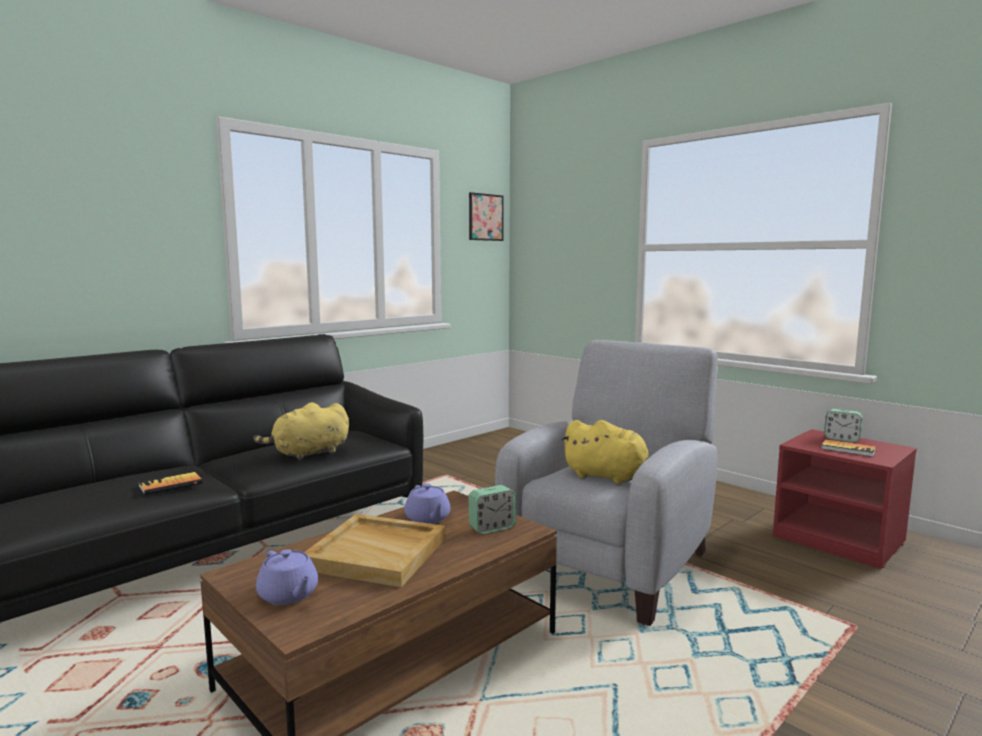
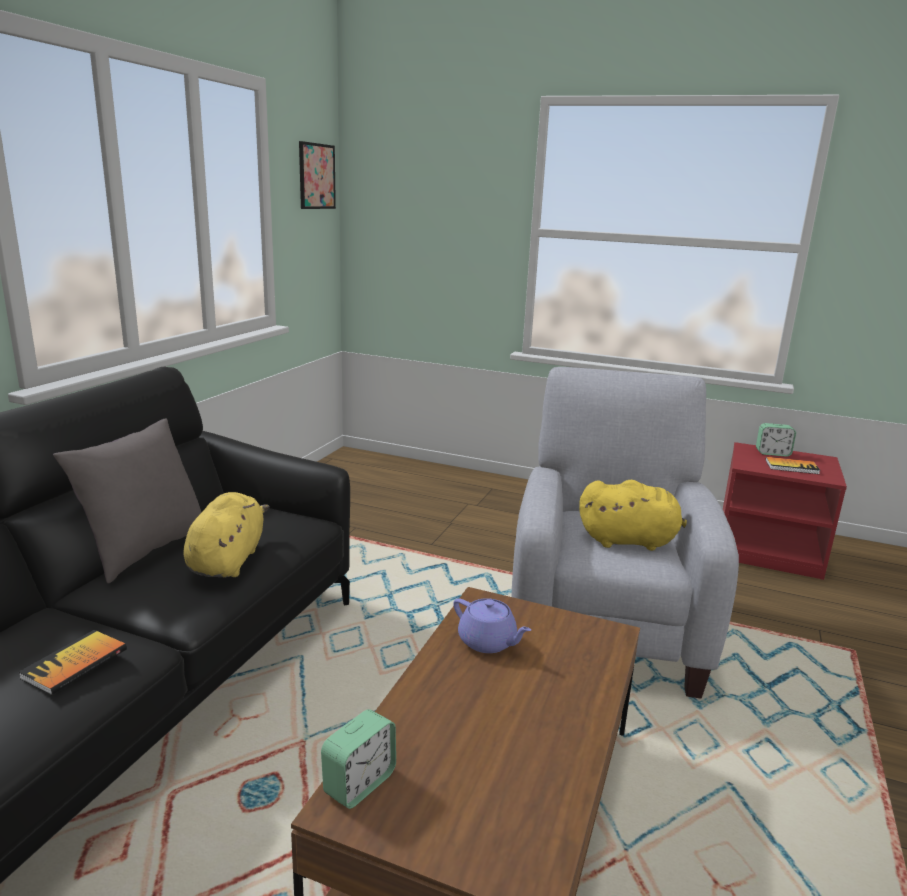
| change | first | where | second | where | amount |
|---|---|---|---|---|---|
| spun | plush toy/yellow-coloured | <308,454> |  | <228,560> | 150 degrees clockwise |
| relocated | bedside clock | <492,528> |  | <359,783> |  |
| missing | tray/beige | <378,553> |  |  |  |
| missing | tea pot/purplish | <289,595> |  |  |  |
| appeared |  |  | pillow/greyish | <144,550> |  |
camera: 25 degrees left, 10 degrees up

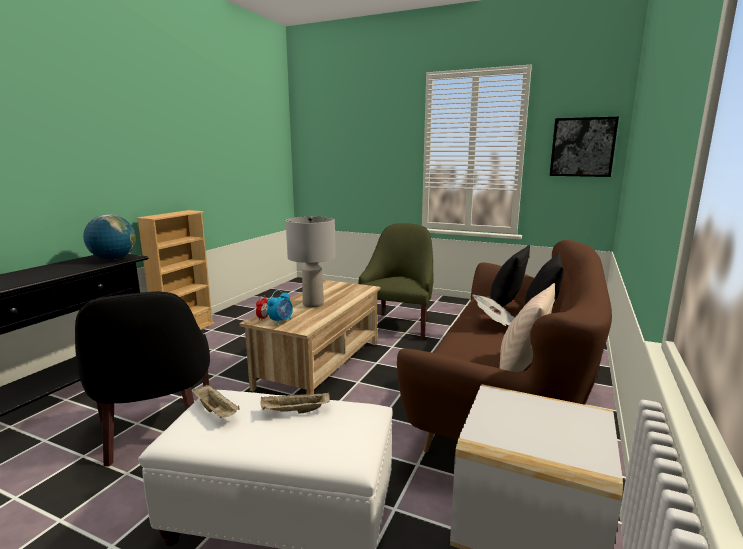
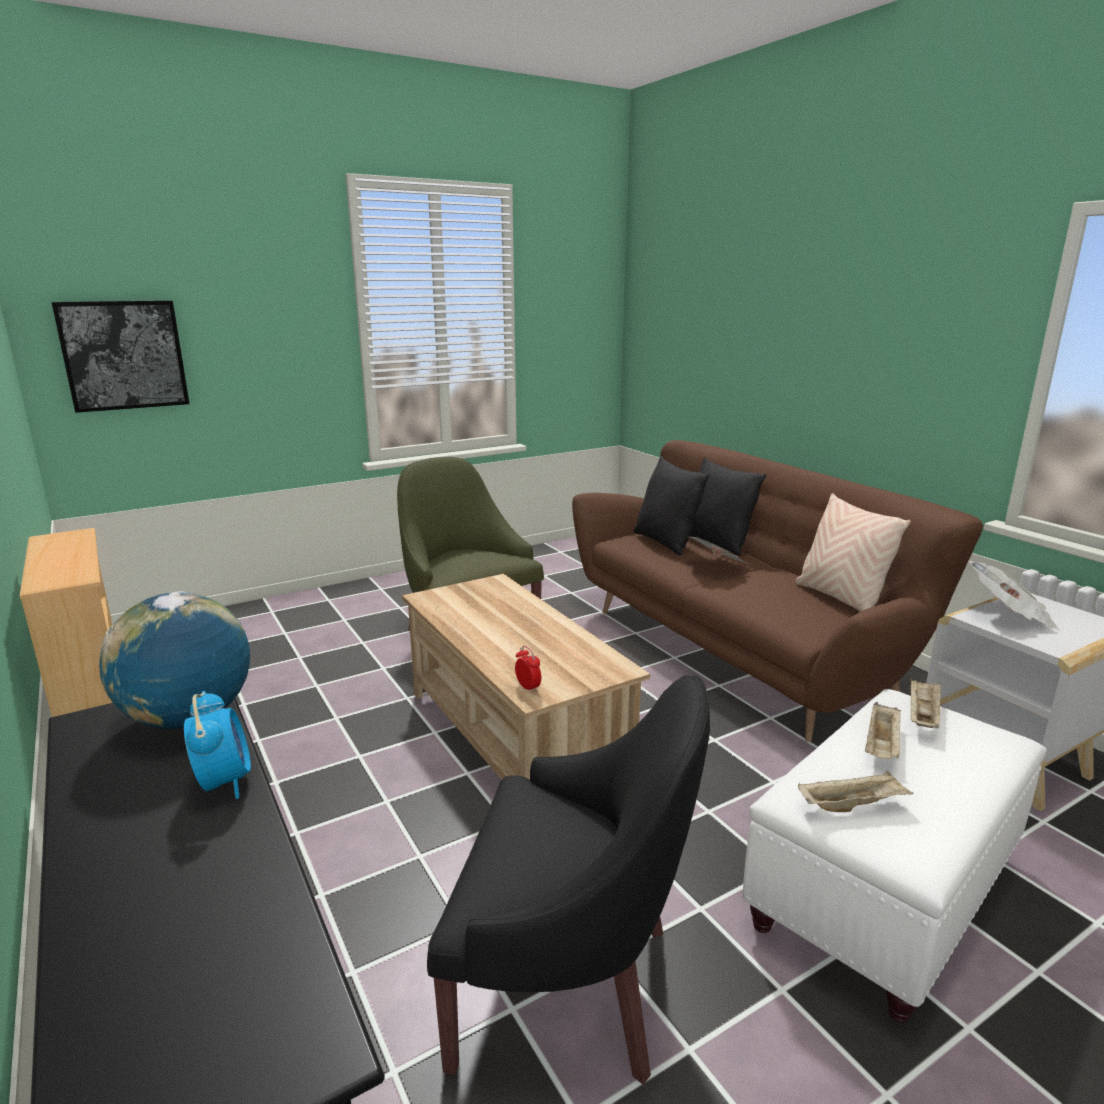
| change | first | where | second | where | amount |
|---|---|---|---|---|---|
| relocated | wall art | <582,147> |  | <124,355> |  |
| missing | lamp for a table/greyish | <313,304> |  |  |  |
| relocated | bedside clock | <281,321> |  | <224,782> |  |
| appeared |  |  | printed paper | <1009,616> |  |
| appeared |  |  | tray/beige | <922,716> |  |
camera: 55 degrees left, 5 degrees up

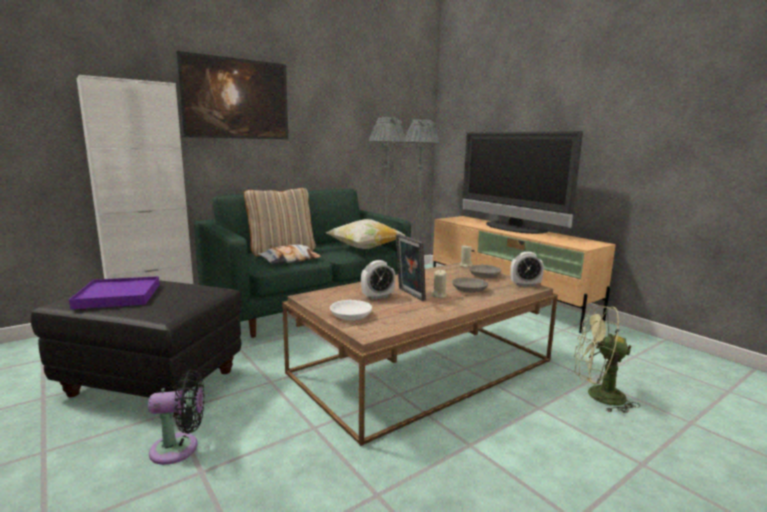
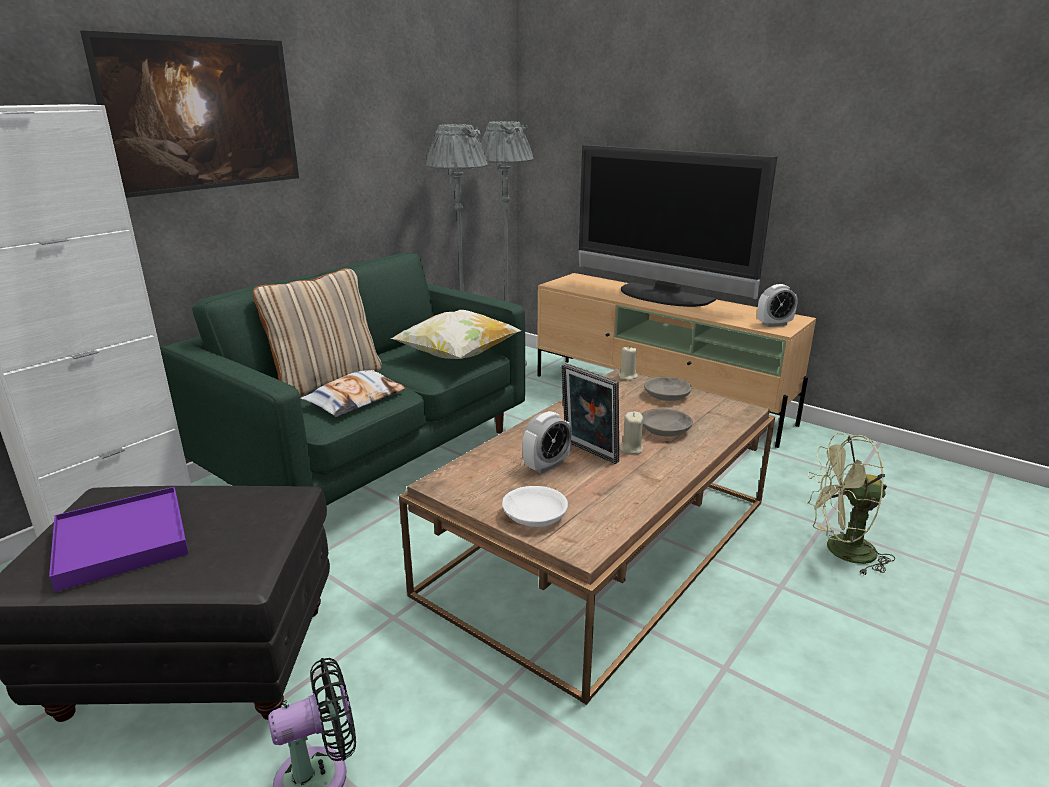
| change | first | where | second | where | amount |
|---|---|---|---|---|---|
| relocated | bedside clock | <525,285> |  | <774,324> |  |
camera: 15 degrees left, 10 degrees up

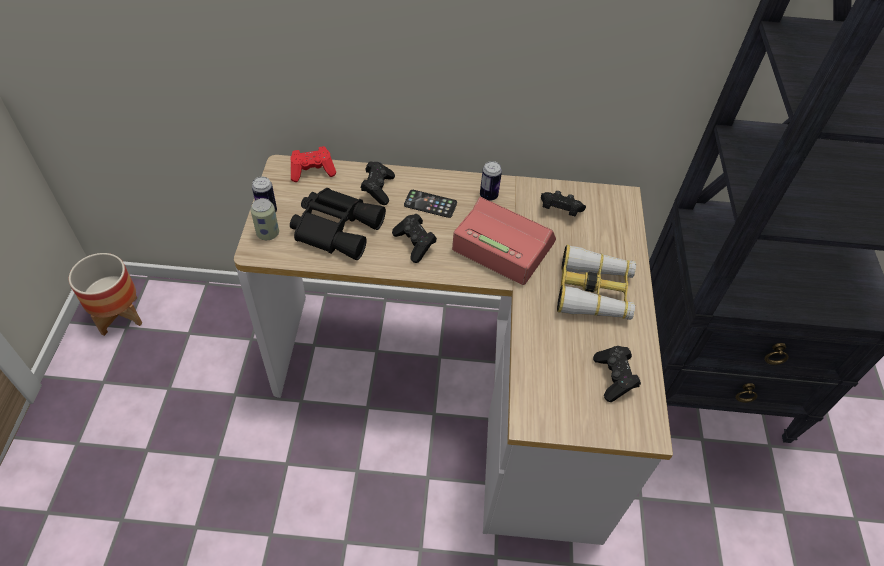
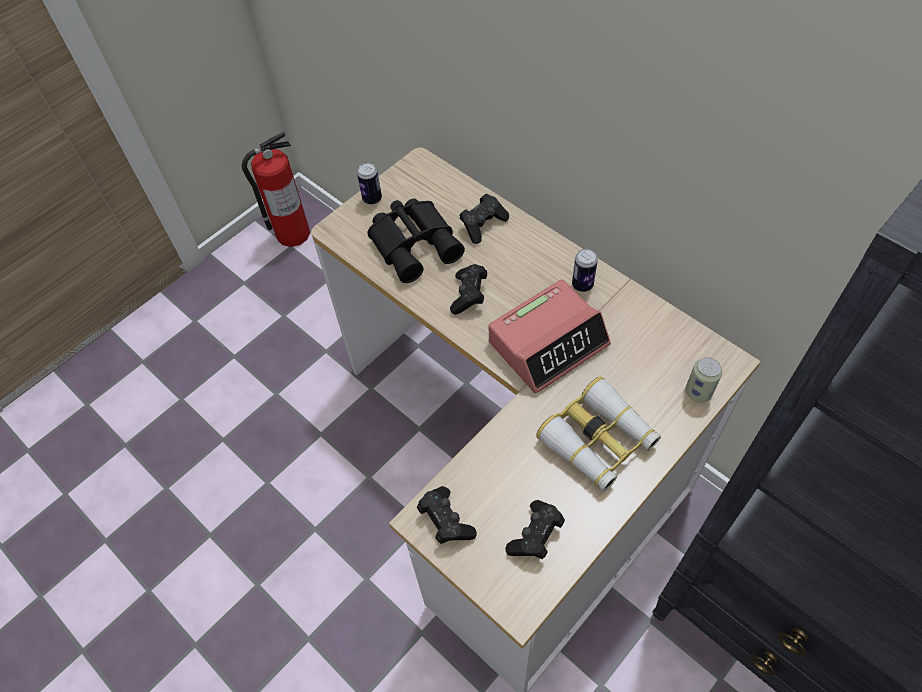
| change | first | where | second | where | amount |
|---|---|---|---|---|---|
| missing | game controller/red-coloured | <312,171> |  |  |  |
| missing | phone | <430,204> |  |  |  |
| relocated | game controller/black | <559,210> |  | <445,521> |  |
| spun | bedside clock | <502,246> |  | <548,343> | 75 degrees clockwise |
| relocated | sealed can | <268,234> |  | <698,392> |  |
| exchanged | flower pot | <119,315> | fire extinguisher | <292,234> |  |
camera: 45 degrees right, 5 degrees up

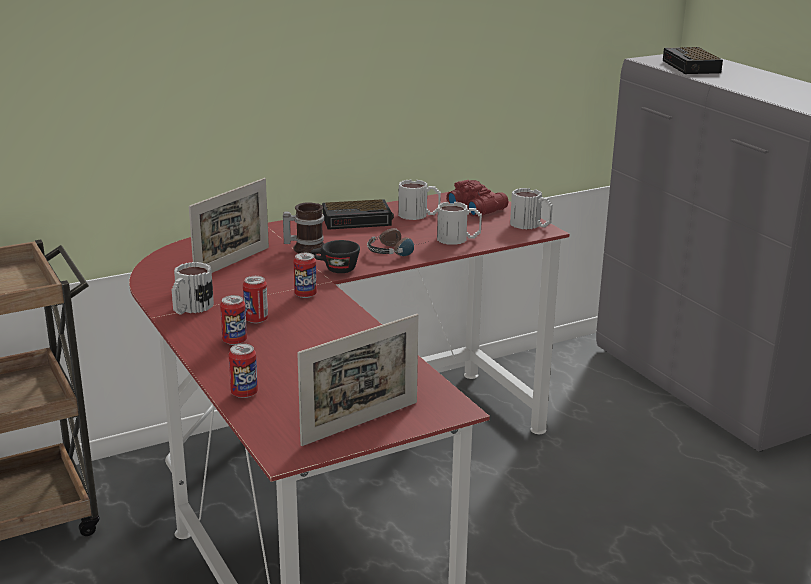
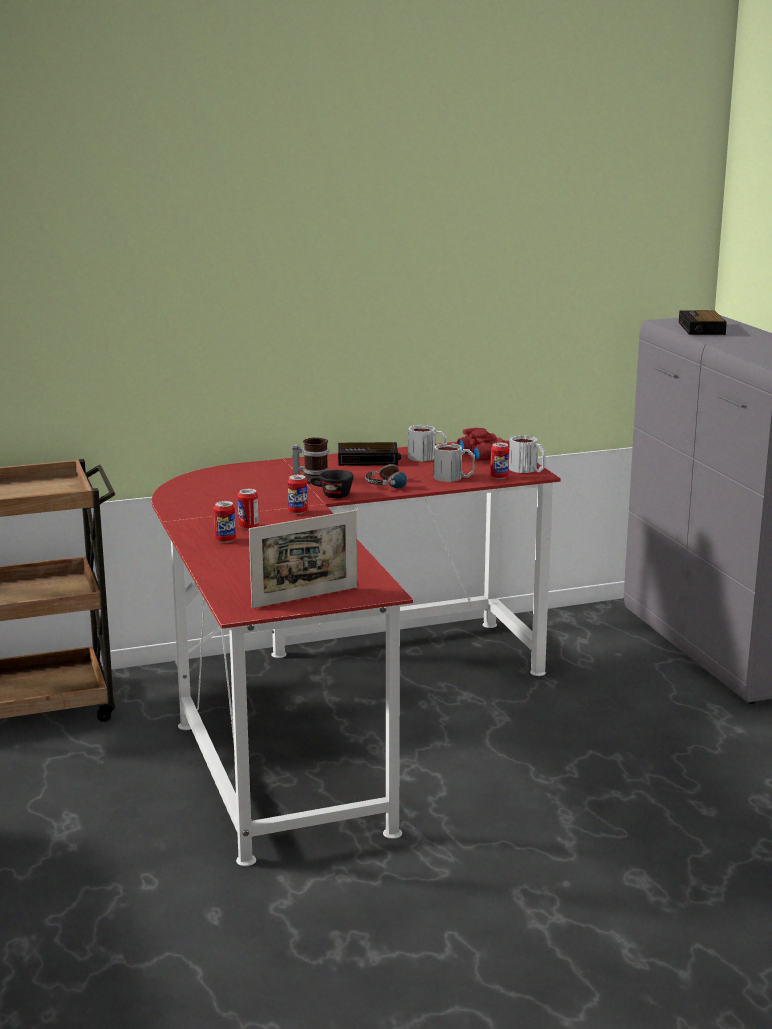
| change | first | where | second | where | amount |
|---|---|---|---|---|---|
| missing | picture frame | <232,263> |  |  |  |
| missing | mug | <190,308> |  |  |  |
| relocated | sealed can | <244,393> |  | <499,477> |  |
camera: 10 degrees right, 5 degrees down

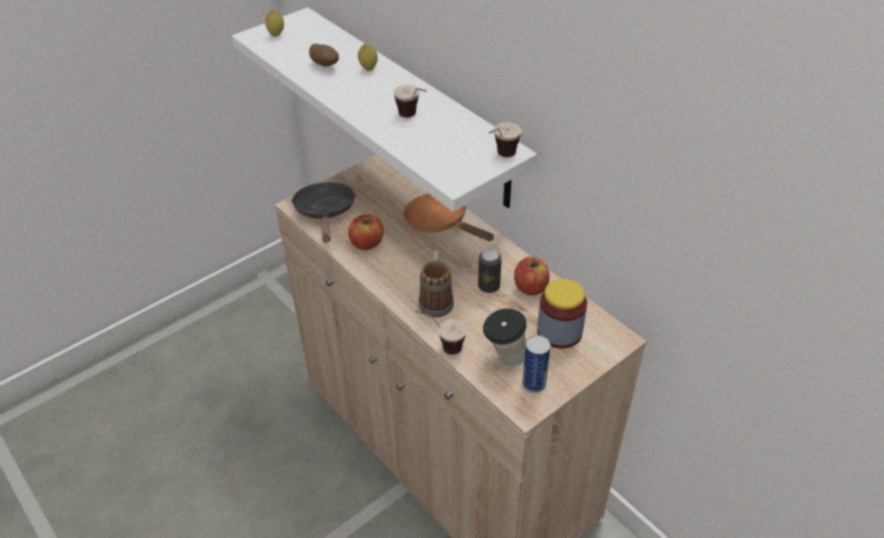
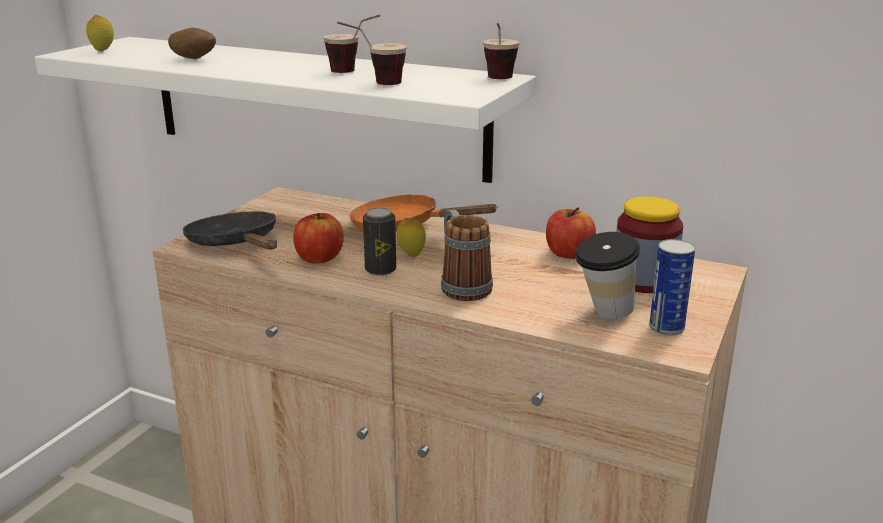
| change | first | where | second | where | amount |
|---|---|---|---|---|---|
| relocated | lemon | <368,69> |  | <411,255> |  |
| relocated | sealed can | <489,286> |  | <380,270> |  |
| relocated | cup | <441,346> |  | <373,84> |  |
camera: 25 degrees left, 20 degrees down

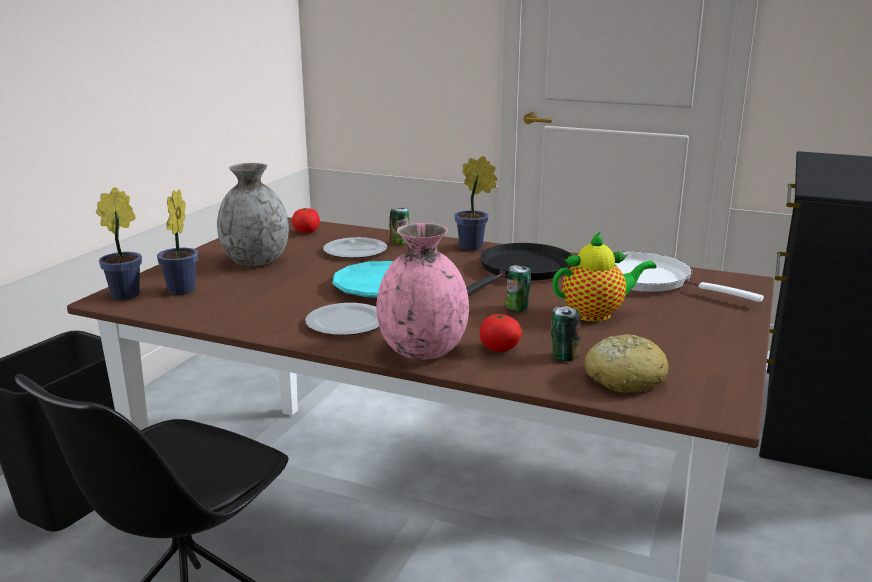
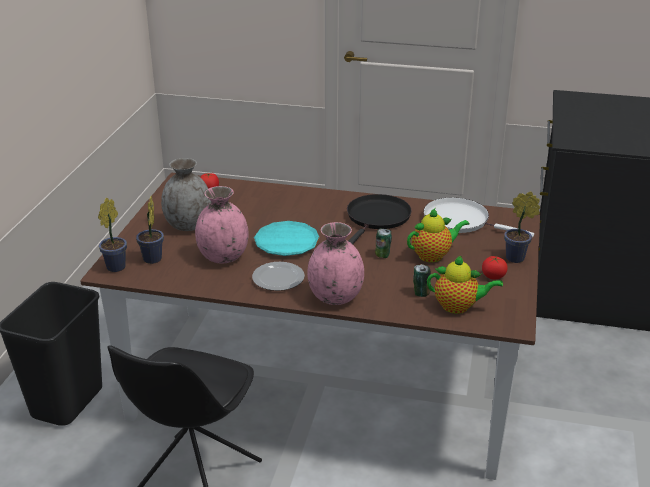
| change | first | where | second | where | amount |
|---|---|---|---|---|---|
| relocated | potted plant | <474,247> |  | <517,258> |  |
| missing | sealed can | <400,243> |  |  |  |
| missing | dinner plate | <354,251> |  |  |  |
| relocated | whole tomato | <499,348> |  | <493,276> |  |
| exchanged | bread | <624,379> | tea pot | <458,307> |  |
| appeared |  |  | flower vase/pinkish | <223,257> |  |
camera: 10 degrees left, 10 degrees up

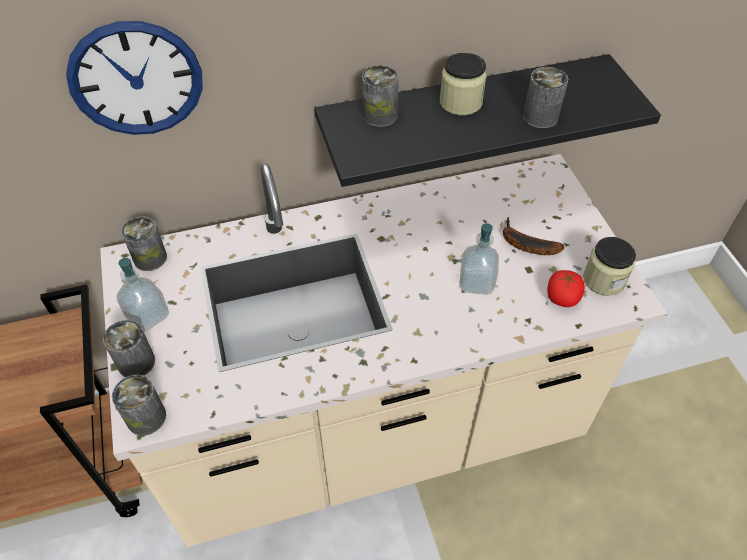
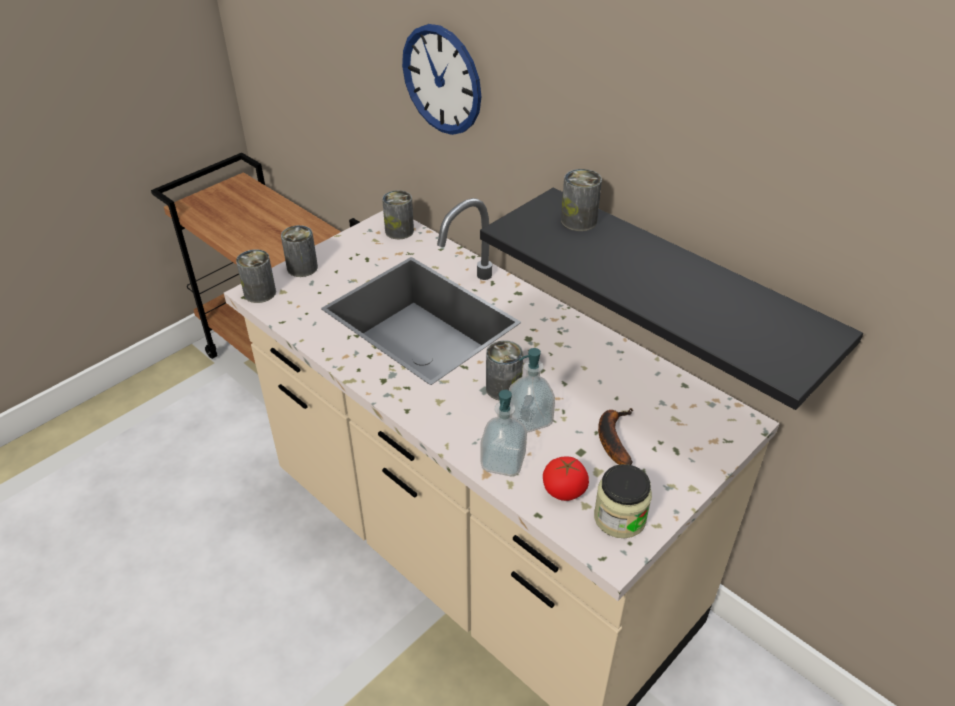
| change | first | where | second | where | amount |
|---|---|---|---|---|---|
| missing | jar | <460,102> |  |  |  |
| relocated | sealed can | <540,117> |  | <503,388> |  |
| relocated | soap bottle | <148,316> |  | <503,462> |  |
camera: 60 degrees right, 10 degrees down

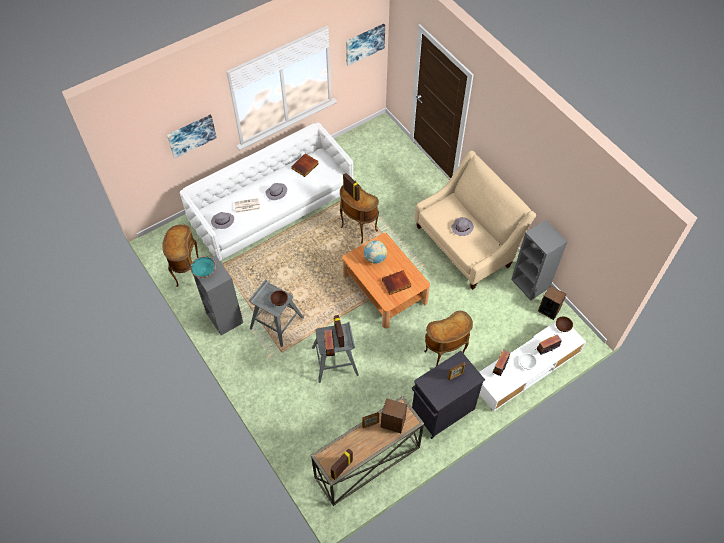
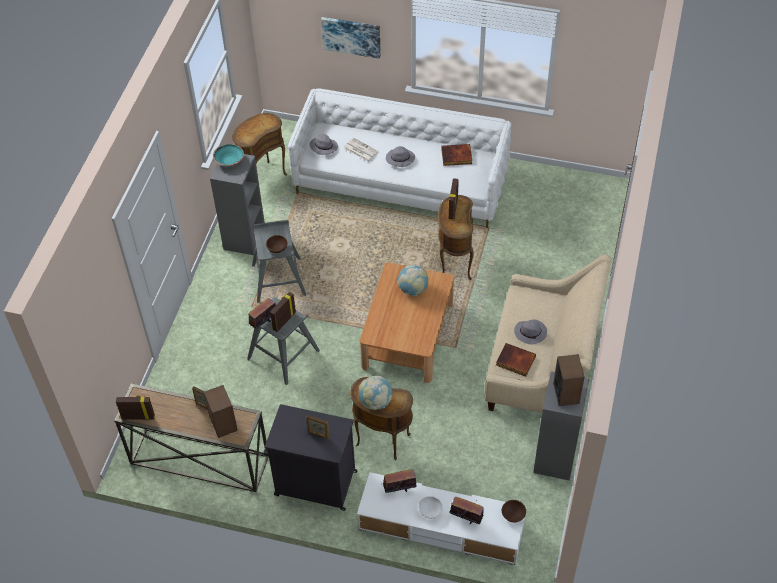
| change | first | where | second | where | amount |
|---|---|---|---|---|---|
| missing | wall art | <364,43> |  |  |  |
| relocated | bound book | <396,284> |  | <515,361> |  |
| relocated | audio speaker | <548,310> |  | <566,393> |  |
| appeared |  |  | globe | <375,402> |  |
camera: 50 degrees right, 5 degrees down

